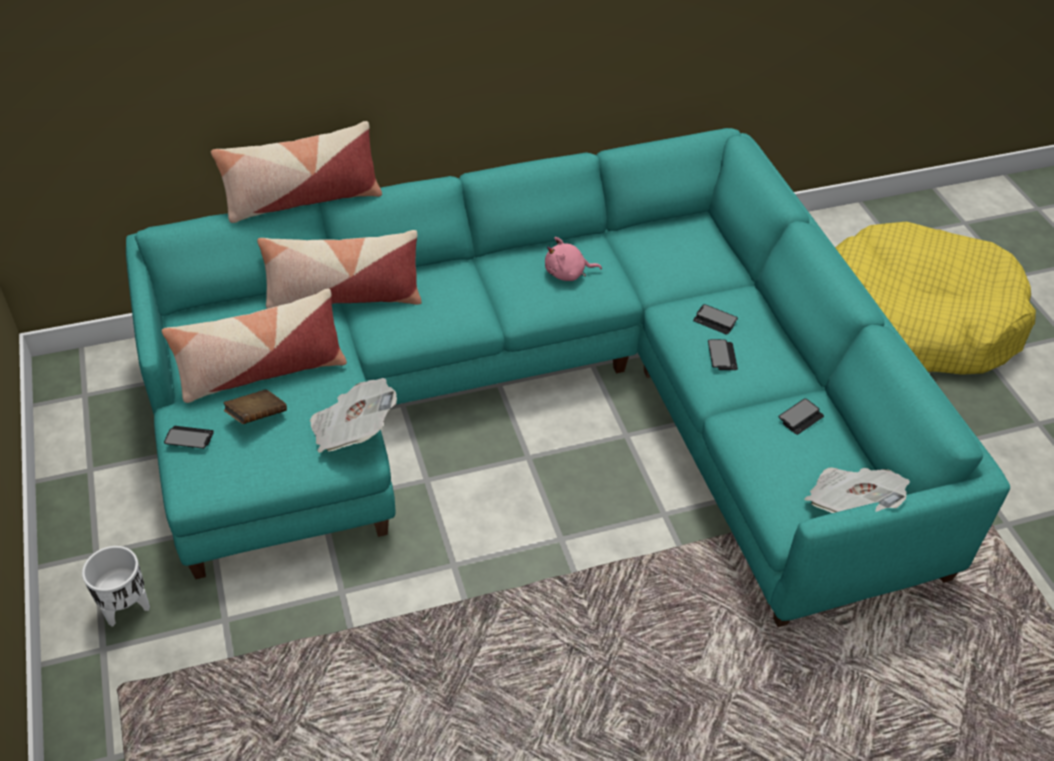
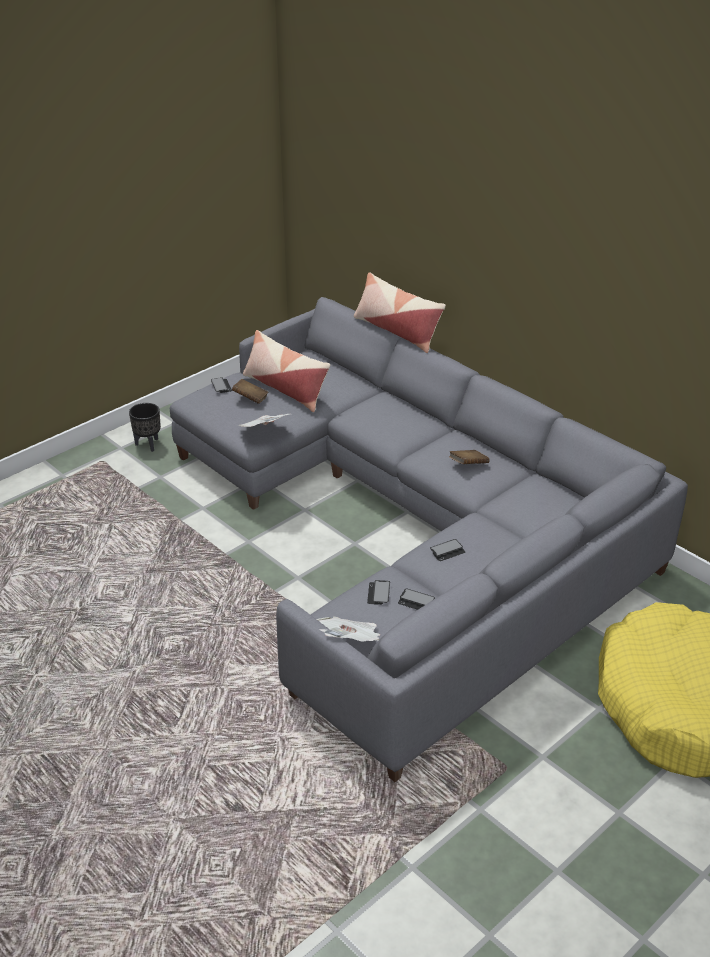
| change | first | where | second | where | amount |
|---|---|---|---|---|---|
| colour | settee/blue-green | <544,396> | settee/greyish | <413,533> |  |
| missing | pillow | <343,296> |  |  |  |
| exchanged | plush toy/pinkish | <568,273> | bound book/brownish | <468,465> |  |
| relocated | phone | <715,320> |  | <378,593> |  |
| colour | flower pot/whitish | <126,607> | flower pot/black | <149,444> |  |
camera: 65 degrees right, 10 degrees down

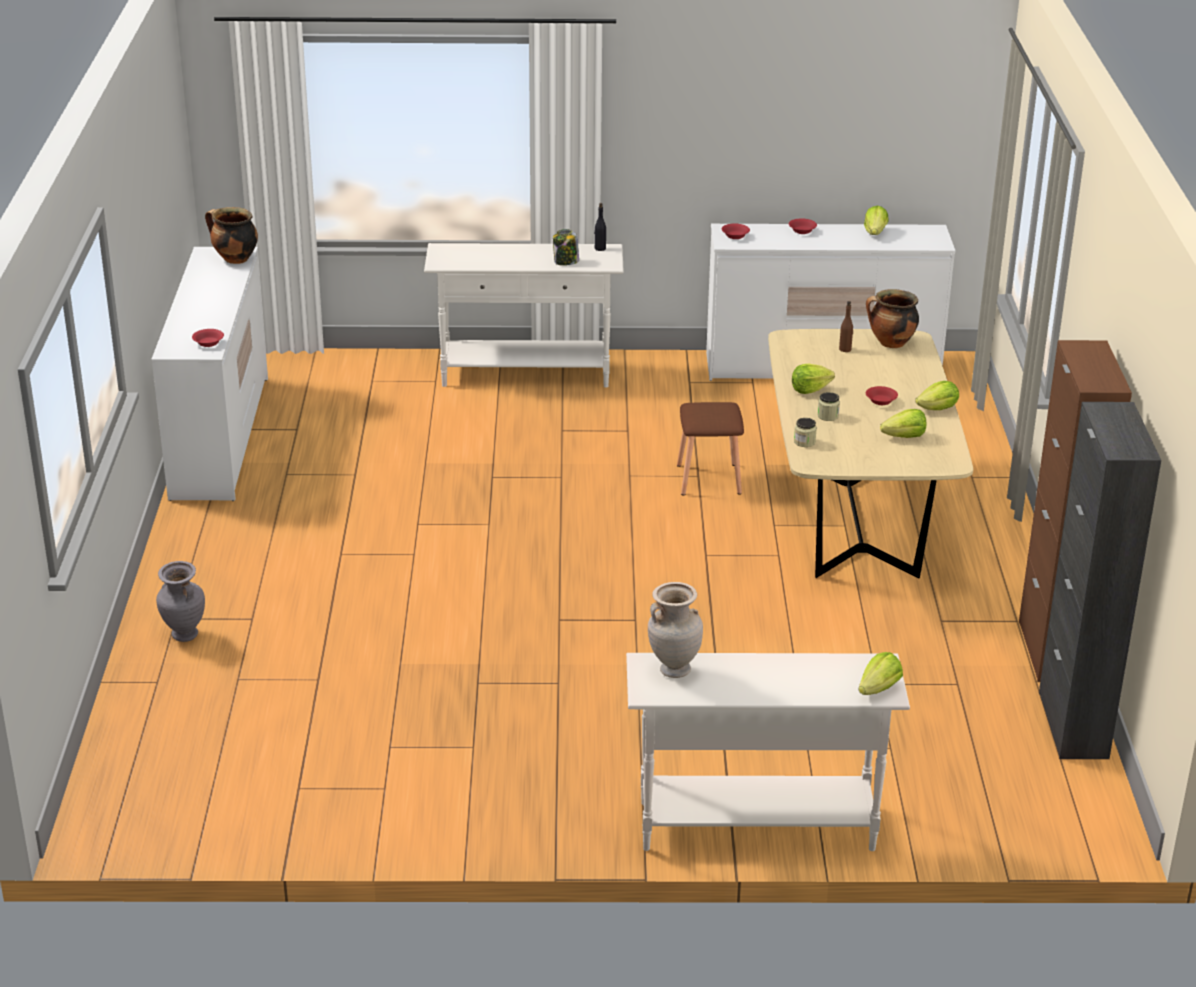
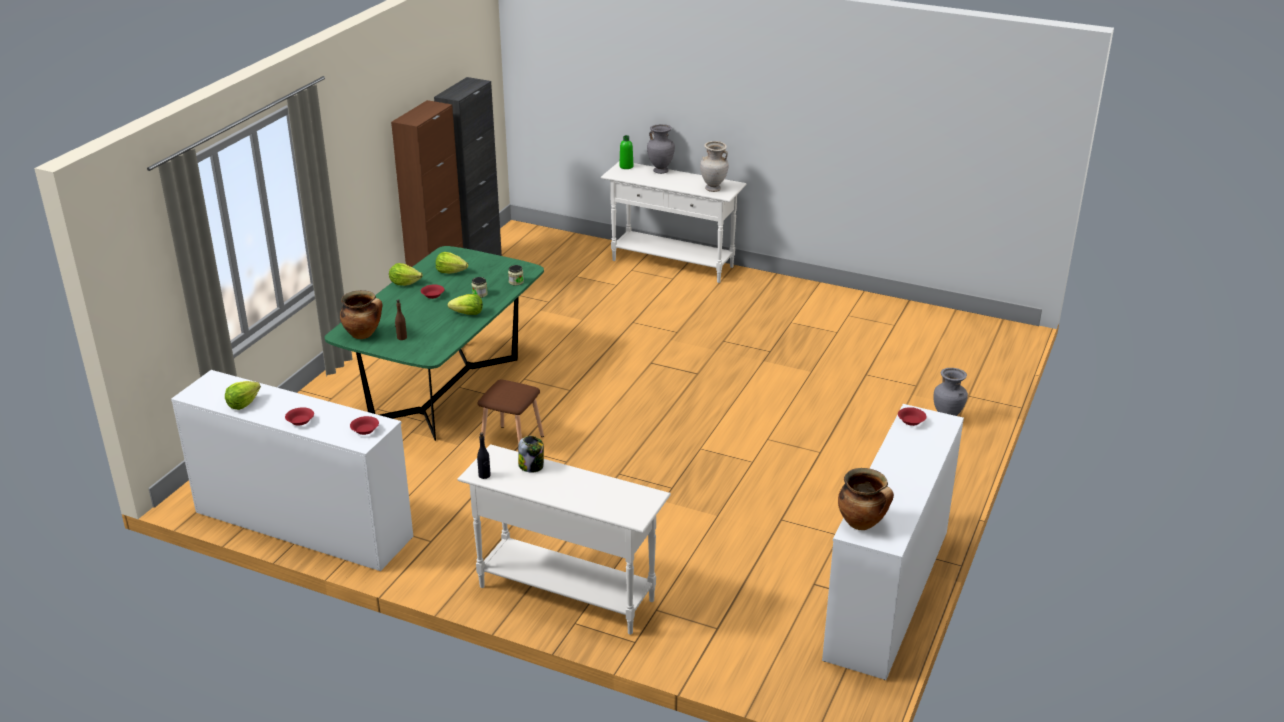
| change | first | where | second | where | amount |
|---|---|---|---|---|---|
| colour | kitchen table/beige | <854,518> | kitchen table/green-coloured | <447,390> |  |
| exchanged | lettuce head | <878,689> | bottle/green-coloured | <626,166> |  |
| appeared |  |  | flower vase/greyish | <660,171> |  |
camera: 155 degrees left, 0 degrees up

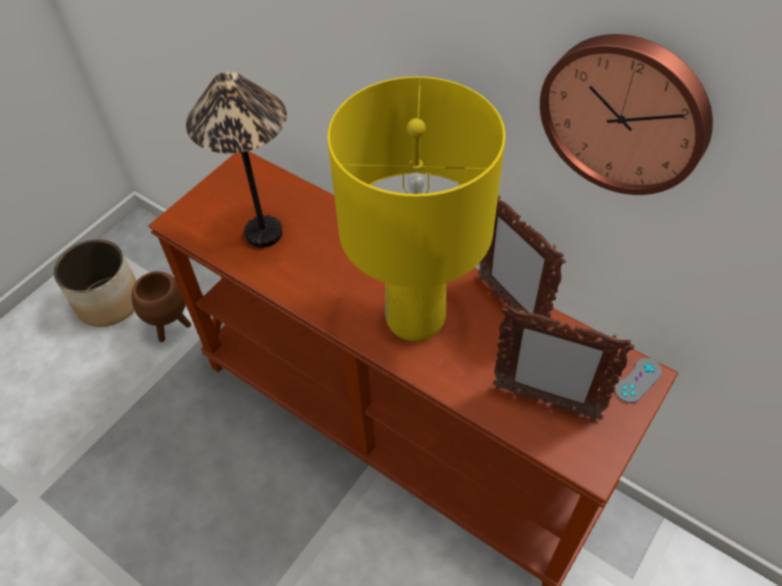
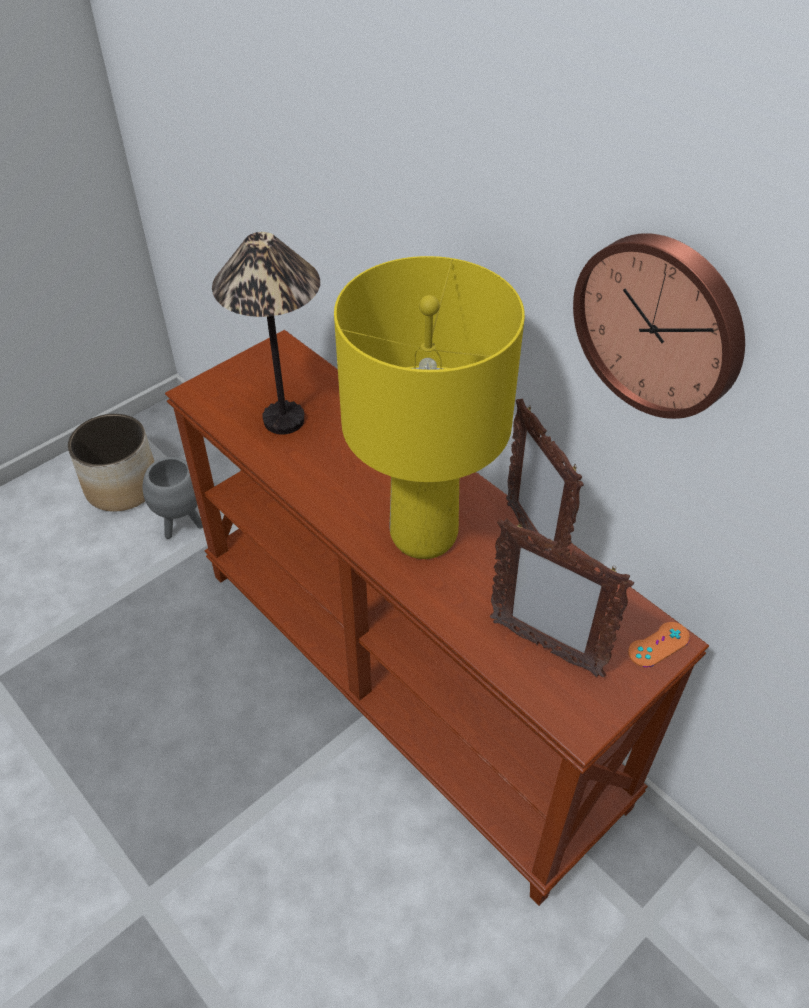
| change | first | where | second | where | amount |
|---|---|---|---|---|---|
| colour | flower pot/brownish | <172,327> | flower pot/greyish | <182,525> |  |
| colour | game controller/greyish | <638,380> | game controller/orange-coloured | <658,644> |  |
camera: 10 degrees right, 5 degrees down

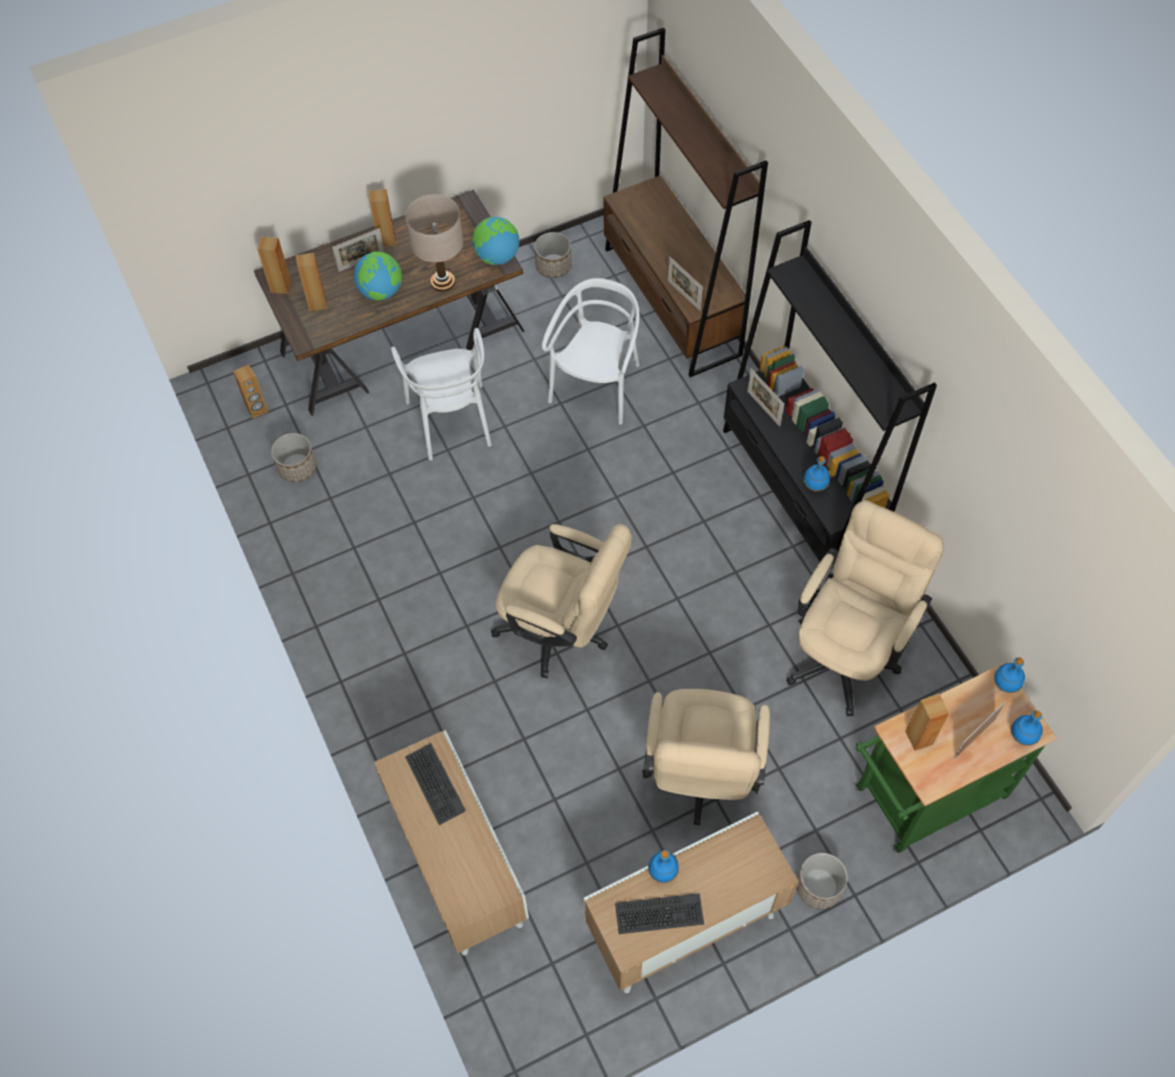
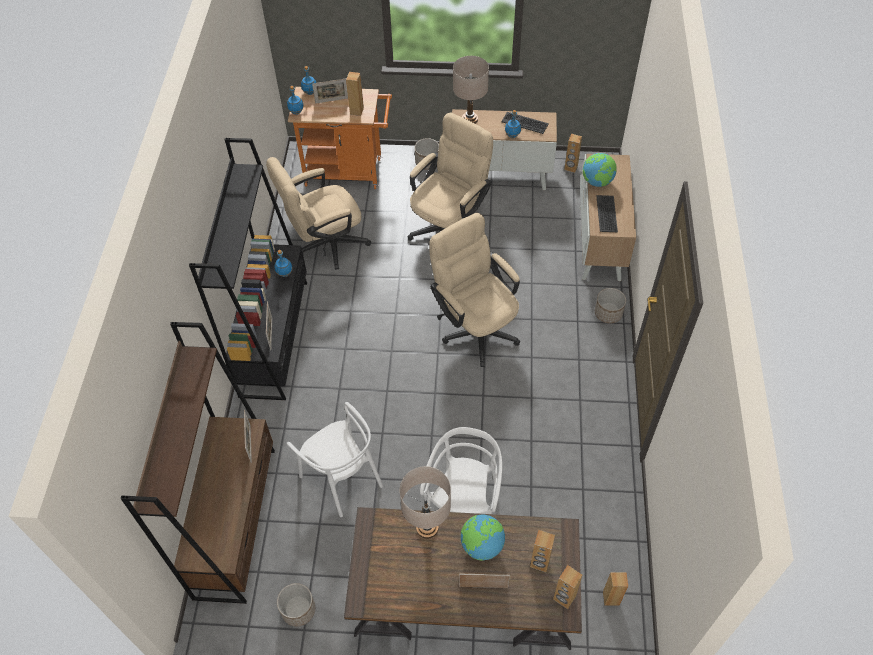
| change | first | where | second | where | amount |
|---|---|---|---|---|---|
| relocated | audio speaker/brownish | <386,240> |  | <571,168> |  |
| relocated | globe | <497,256> |  | <597,182> |  |
| spun | upright chair/whitish | <597,386> |  | <342,478> | 90 degrees counterclockwise |
| relocated | flower pot | <297,468> |  | <608,313> |  |
| colour | cart/green-coloured | <922,798> | cart/orange-coloured | <349,172> |  |
| appeared |  |  | lamp for a table/beige | <469,119> |  |
camera: 150 degrees left, 5 degrees down

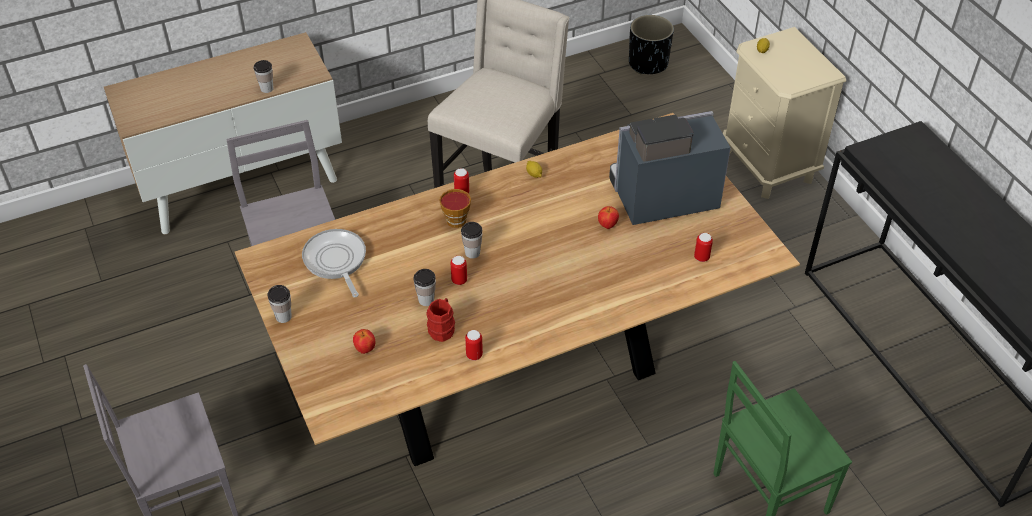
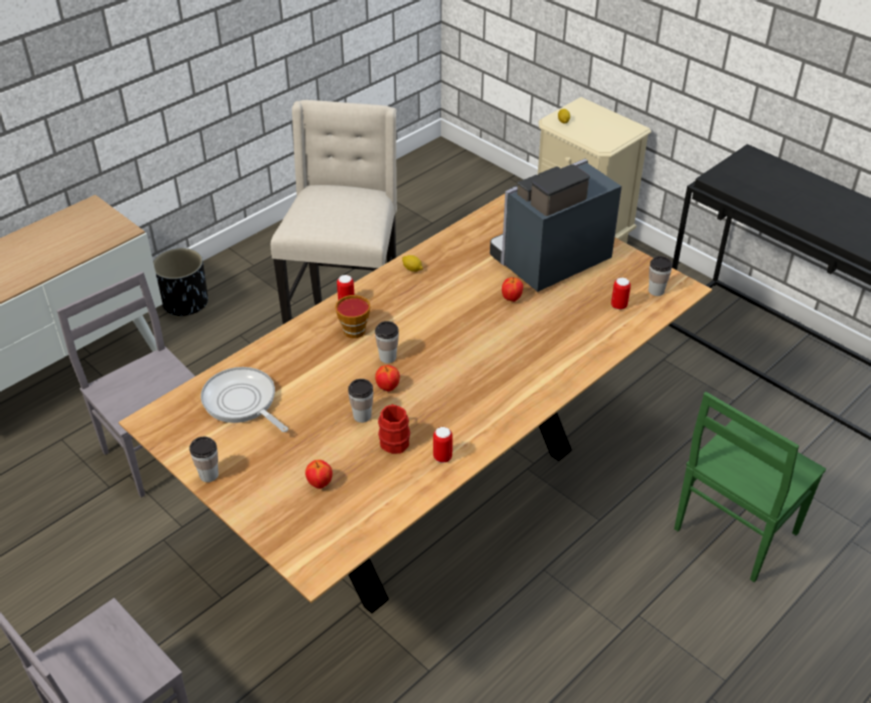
| change | first | where | second | where | amount |
|---|---|---|---|---|---|
| relocated | flower pot/black | <648,63> |  | <185,303> |  |
| relocated | cup | <267,88> |  | <656,291> |  |
| exchanged | sealed can | <459,280> | apple fruit | <388,387> |  |
camera: 20 degrees left, 5 degrees down

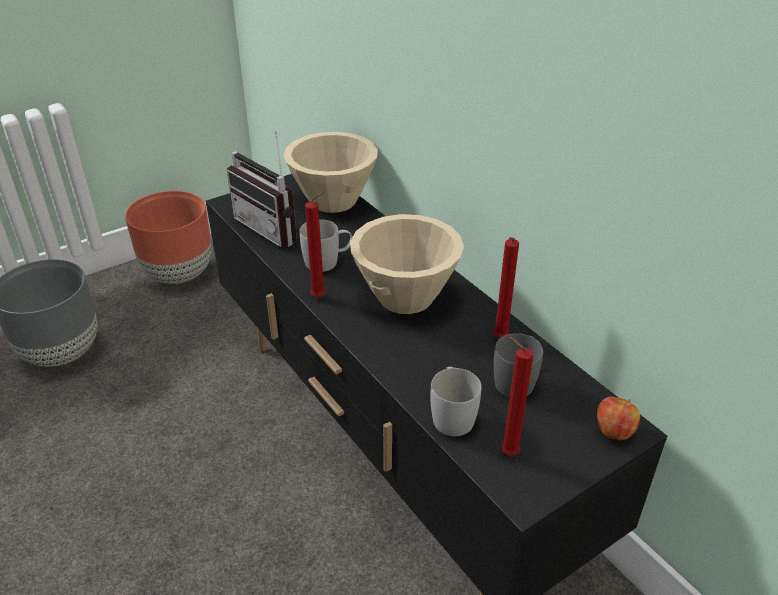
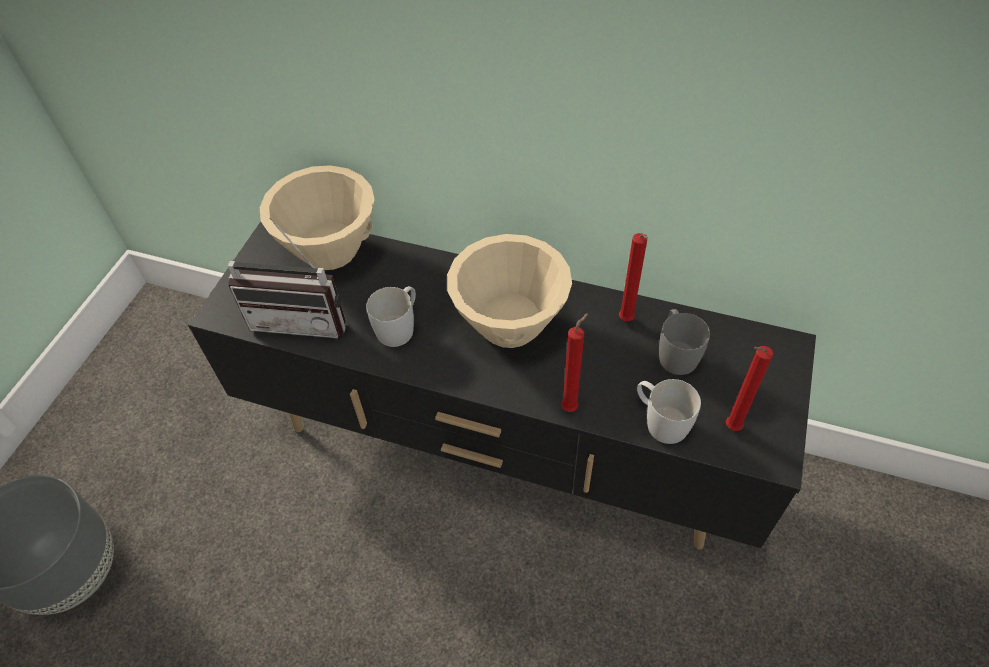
| change | first | where | second | where | amount |
|---|---|---|---|---|---|
| missing | flower pot/brownish | <179,275> |  |  |  |
| relocated | wax candle/red-coloured | <320,297> |  | <571,406> |  |
| missing | apple fruit | <613,432> |  |  |  |
camera: 35 degrees left, 15 degrees up

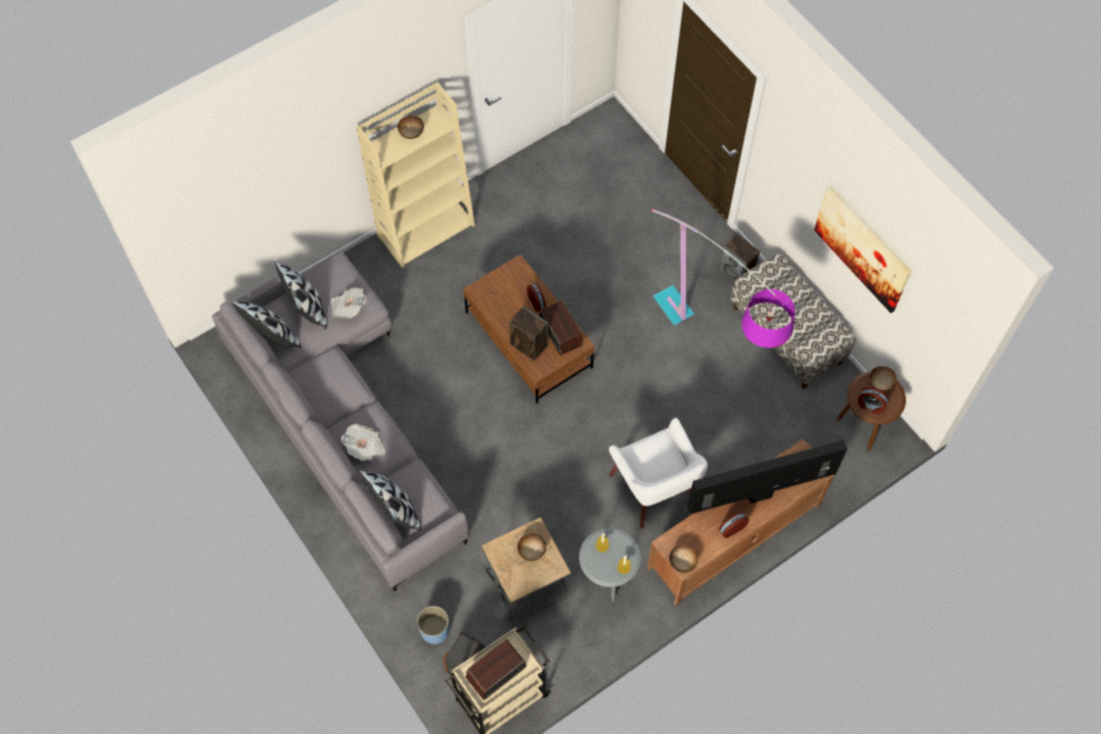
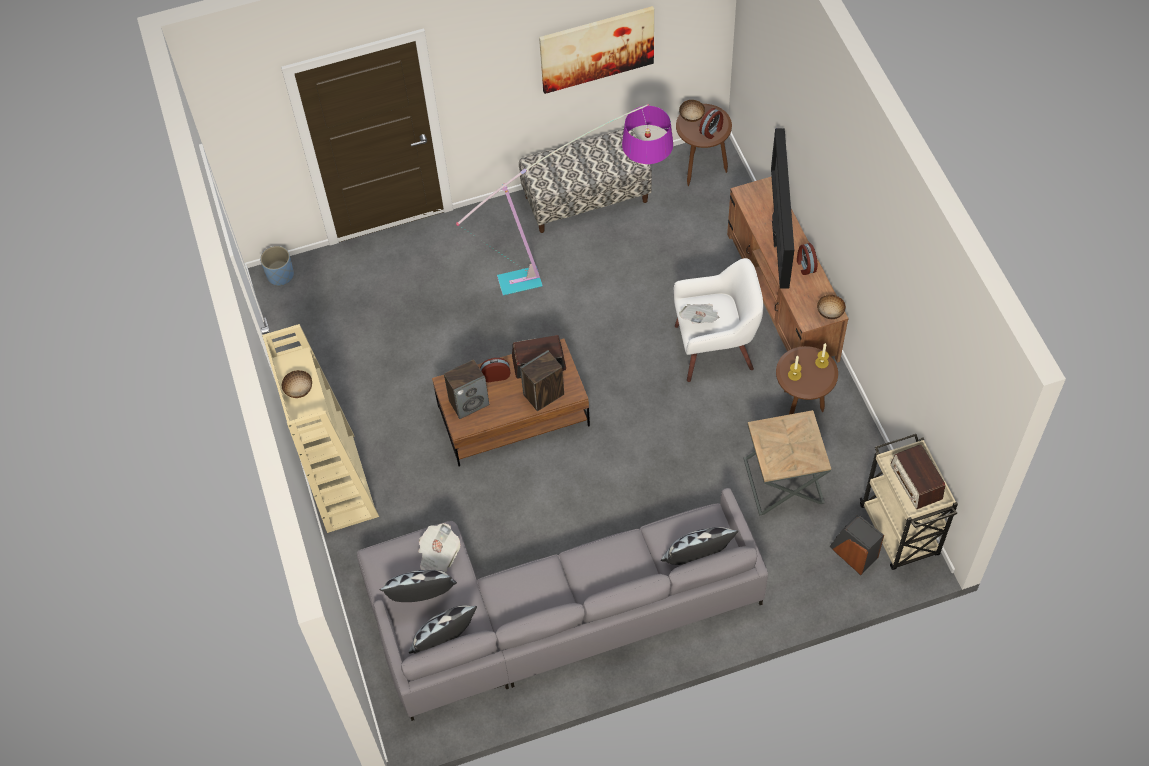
| change | first | where | second | where | amount |
|---|---|---|---|---|---|
| relocated | audio speaker | <736,273> |  | <469,402> |  |
| relocated | printed paper | <365,447> |  | <699,319> |  |
| colour | accent table/greyish | <607,581> | accent table/brownish | <800,411> |  |
| missing | deep dish | <531,550> |  |  |  |
| relocated | flower pot/blue-coloured | <435,630> |  | <280,275> |  |
camera: 70 degrees left, 5 degrees down

